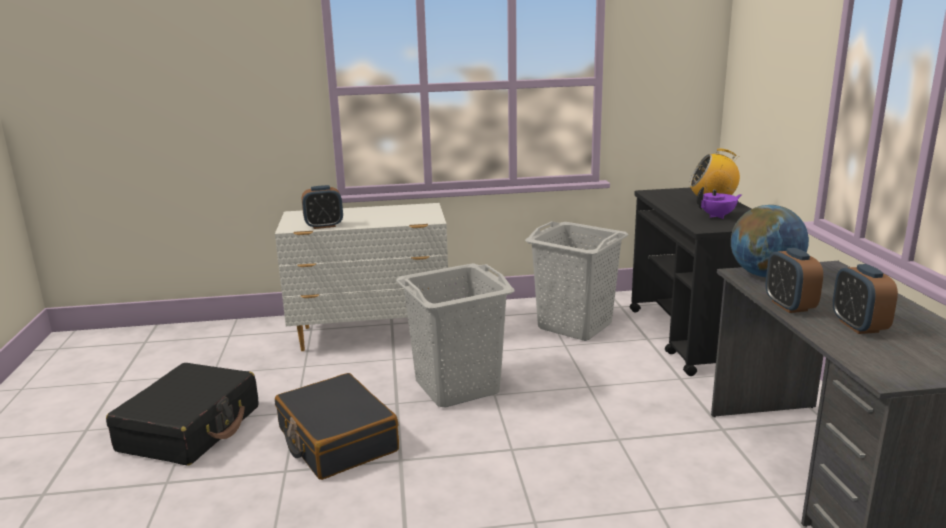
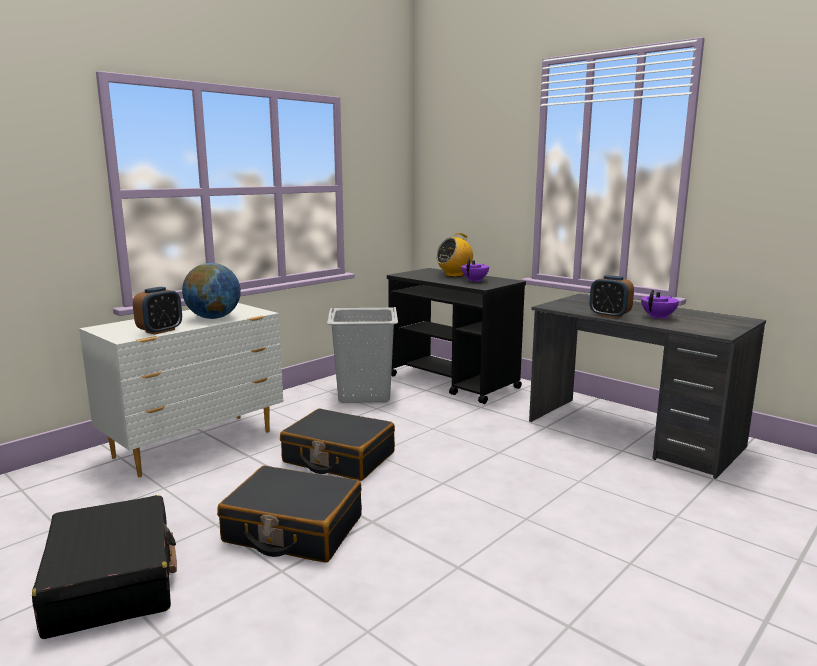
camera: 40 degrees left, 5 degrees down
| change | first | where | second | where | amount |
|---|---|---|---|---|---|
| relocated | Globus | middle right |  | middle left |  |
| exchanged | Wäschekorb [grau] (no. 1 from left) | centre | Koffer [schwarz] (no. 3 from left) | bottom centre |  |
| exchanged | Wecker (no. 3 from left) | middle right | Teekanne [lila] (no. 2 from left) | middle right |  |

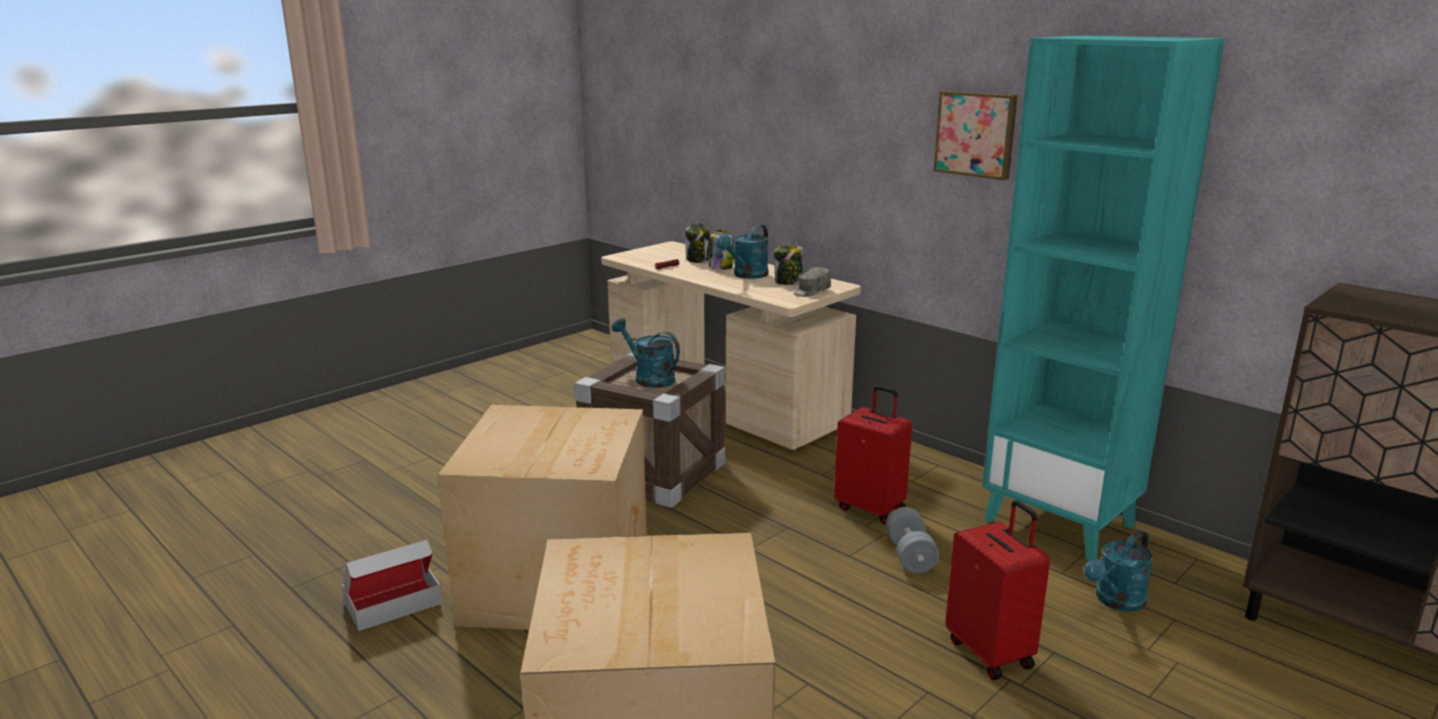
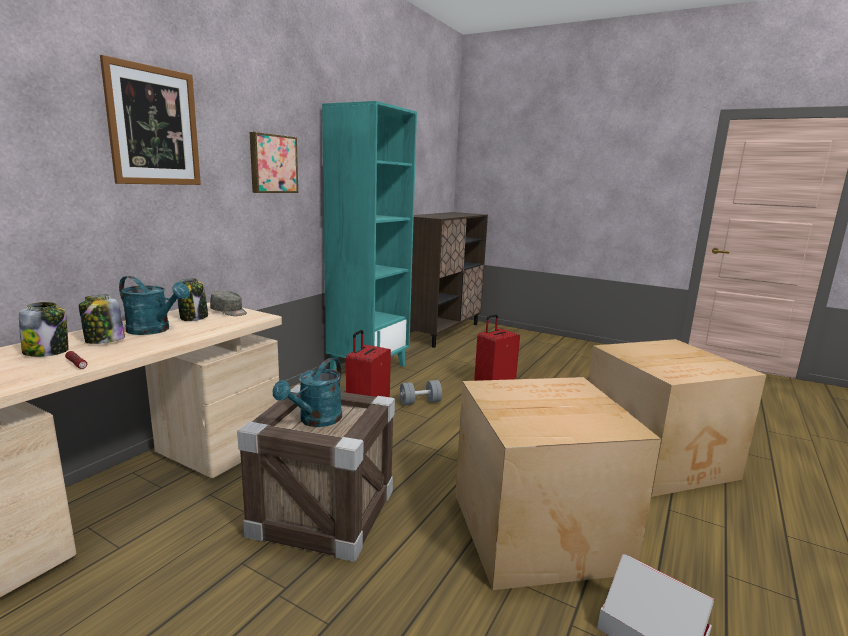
camera: 105 degrees left, 5 degrees down
| change | first | where | second | where | amount |
|---|---|---|---|---|---|
| missing | Gießkanne [türkis] (no. 3 from left) | bottom right |  |  |  |
| appeared |  |  | Bild (no. 1 from left) | top left |  |

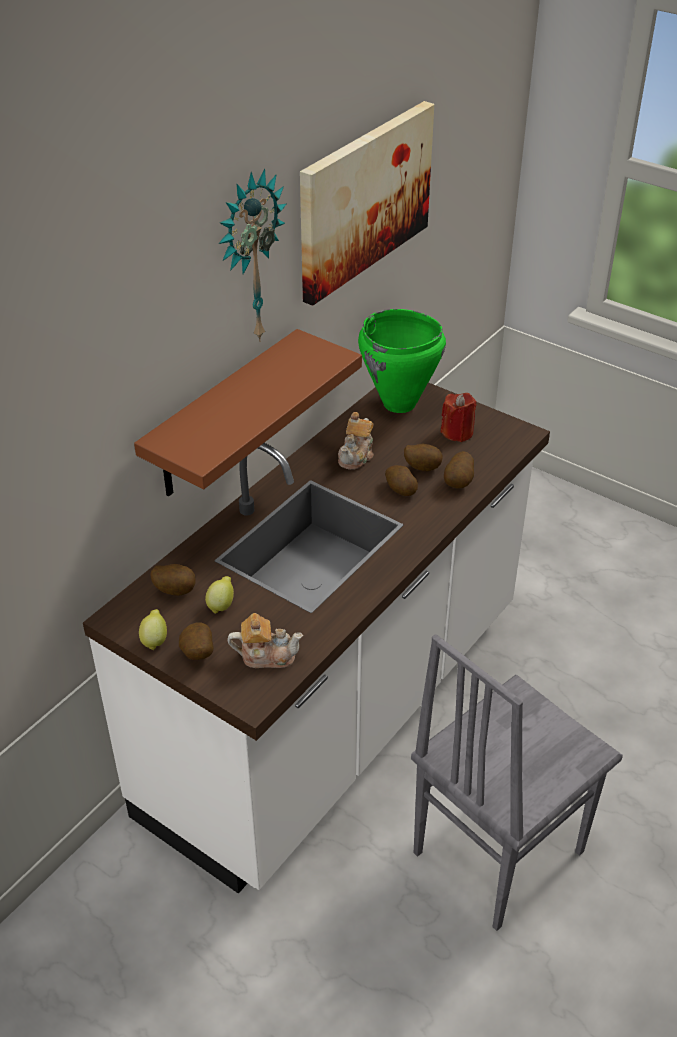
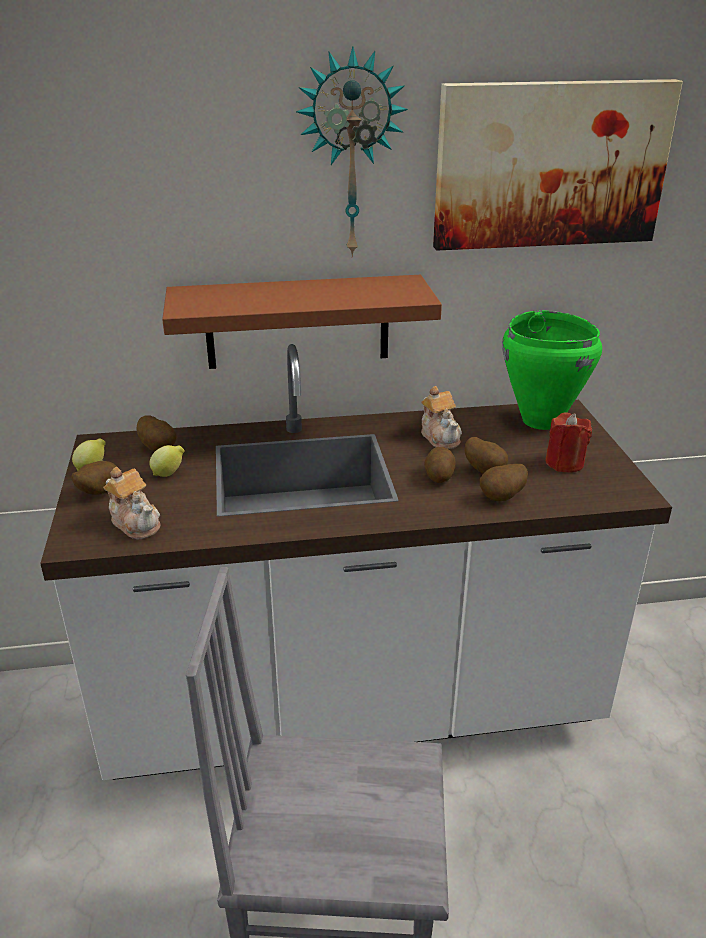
camera: 45 degrees right, 10 degrees down
| change | first | where | second | where | amount |
|---|---|---|---|---|---|
| spun | Teekanne (no. 2 from left) | centre |  | centre | 90 degrees counterclockwise |

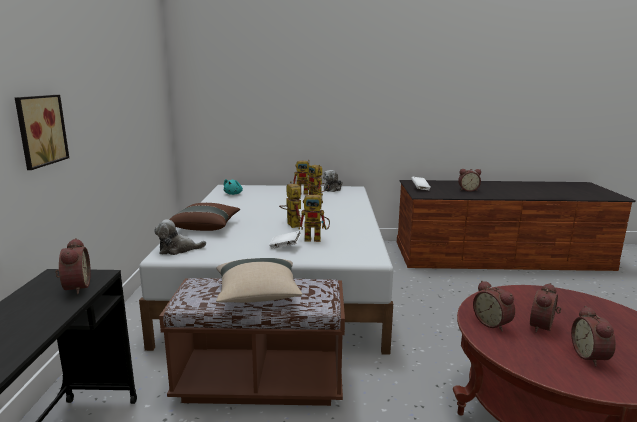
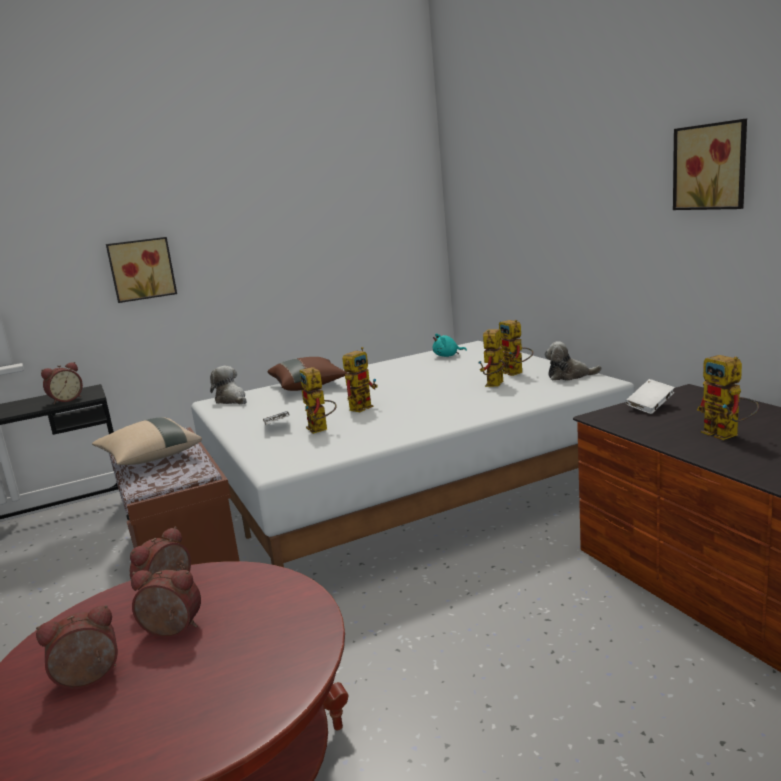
camera: 65 degrees right, 0 degrees up
| change | first | where | second | where | amount |
|---|---|---|---|---|---|
| appeared |  |  | Bild (no. 2 from left) | top right |  |
| exchanged | Wecker (no. 2 from left) | middle right | Spielzeugroboter (no. 5 from left) | middle right |  |

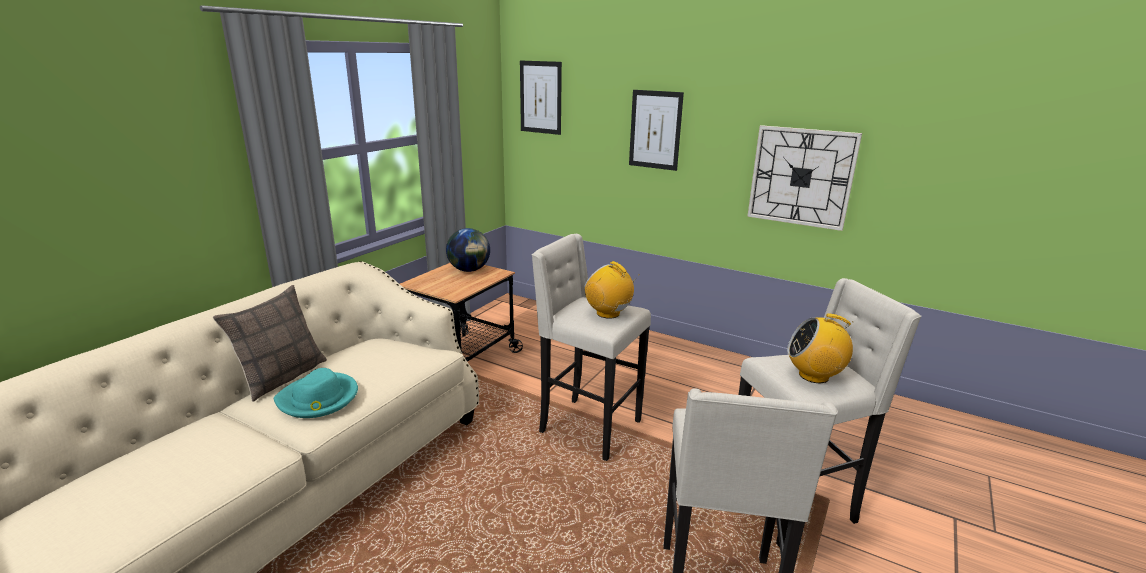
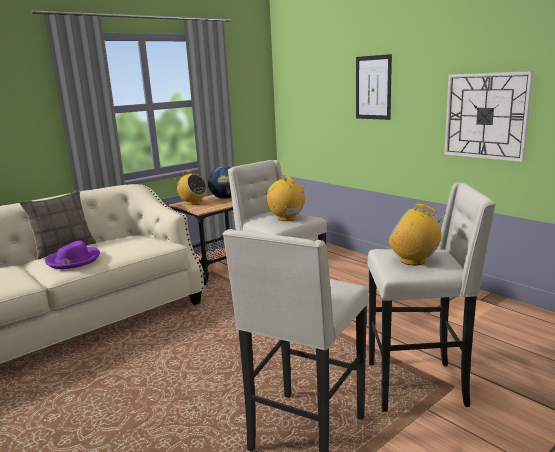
camera: 20 degrees right, 5 degrees down
| change | first | where | second | where | amount |
|---|---|---|---|---|---|
| missing | Bild (no. 1 from left) | top centre |  |  |  |
| appeared |  |  | Radio (no. 1 from left) | centre |  |
| colour | Hut [türkis] | bottom left | Hut [lila] | middle left |  |

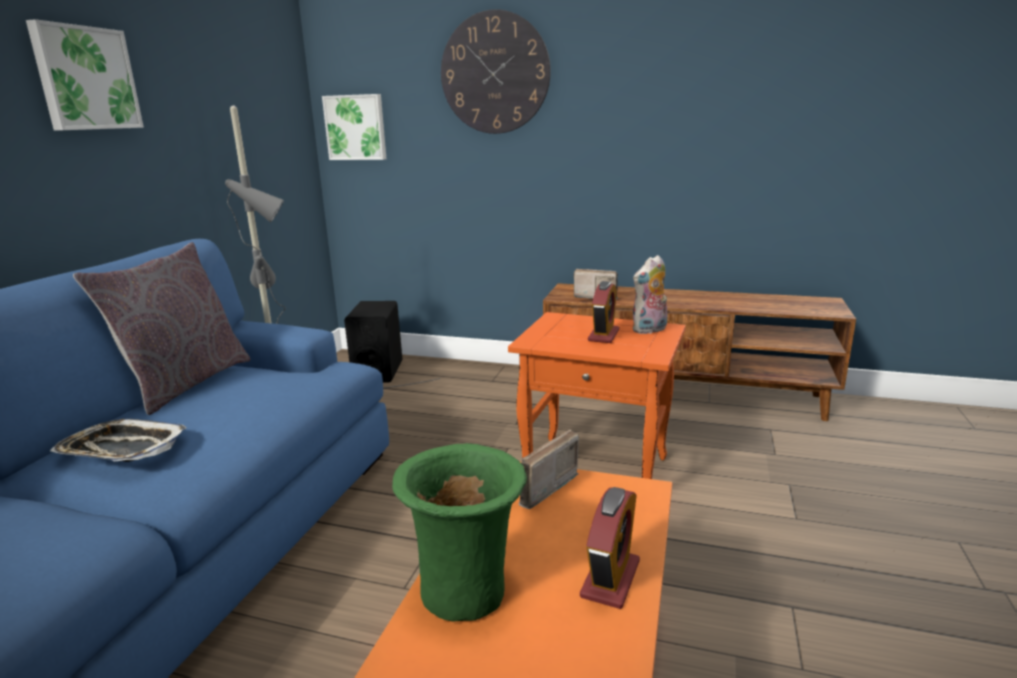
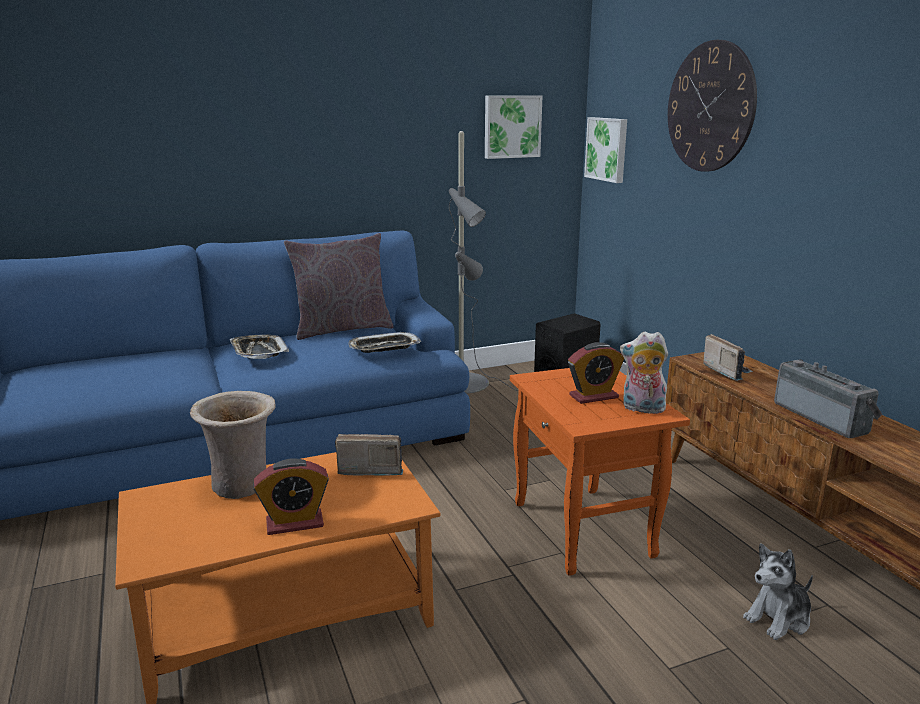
camera: 50 degrees right, 0 degrees up
| change | first | where | second | where | amount |
|---|---|---|---|---|---|
| appeared |  |  | Tablett (no. 2 from left) | centre |  |
| appeared |  |  | Plüschtier (no. 2 from left) | bottom right |  |
| appeared |  |  | Radio (no. 3 from left) | middle right |  |
| relocated | Bild (no. 1 from left) | top left |  | top centre |  |
| colour | Vase [grün] | bottom centre | Vase [beige] | middle left |  |

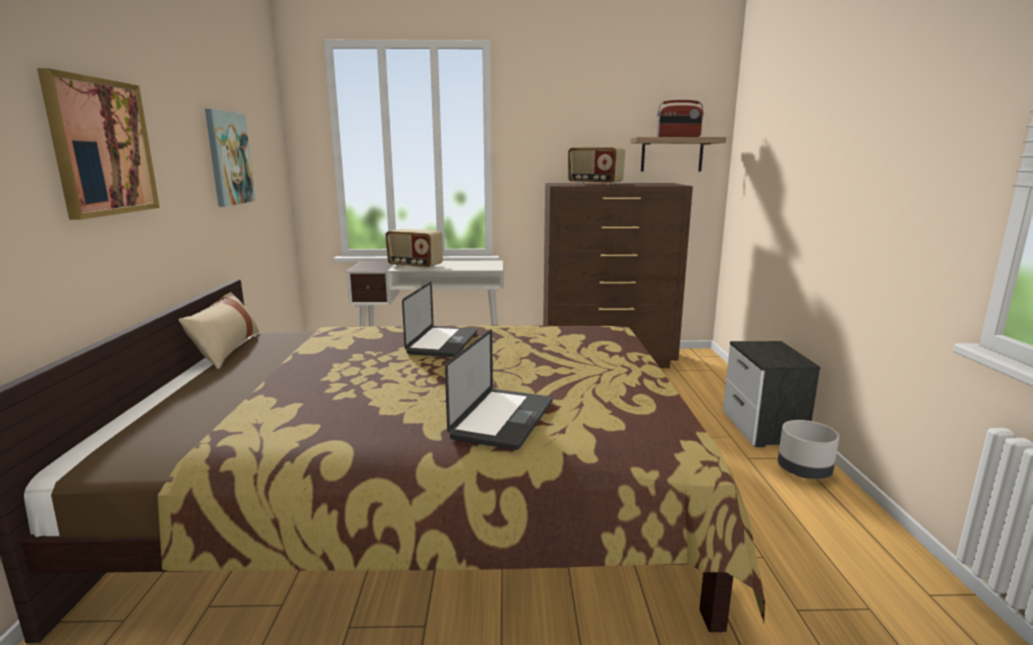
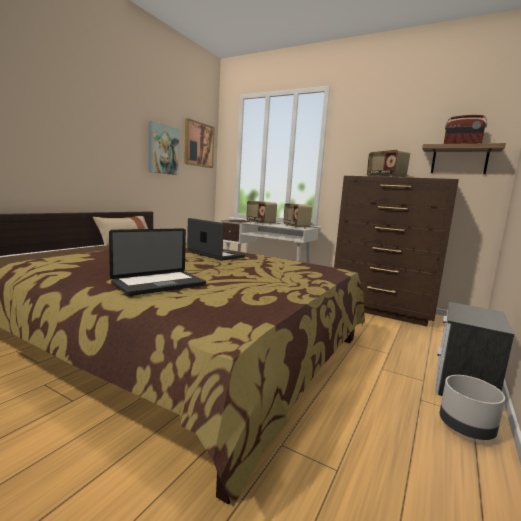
camera: 30 degrees right, 5 degrees down
| change | first | where | second | where | amount |
|---|---|---|---|---|---|
| appeared |  |  | Radio (no. 2 from left) | centre |  |
| relocated | Bild (no. 1 from left in the first image) | top left | Bild (no. 2 from left) | top centre |  |
| spun | Laptop (no. 1 from left in the first image) | centre | Laptop (no. 2 from left) | centre | 90 degrees counterclockwise |

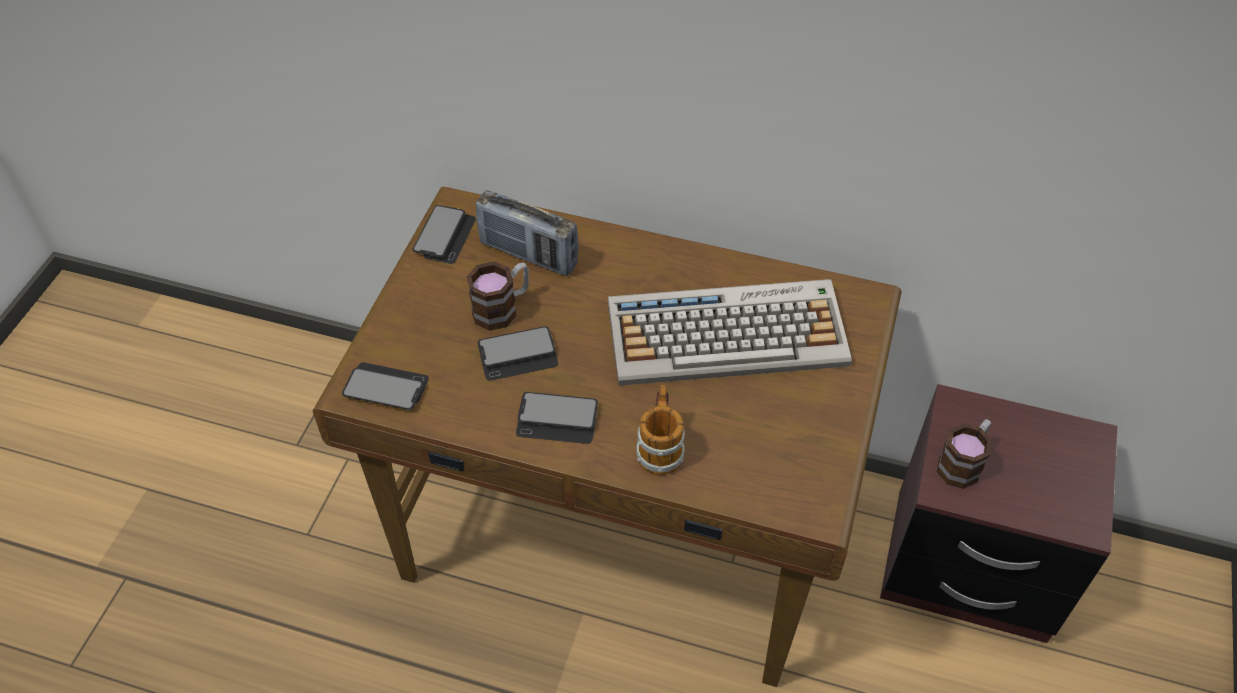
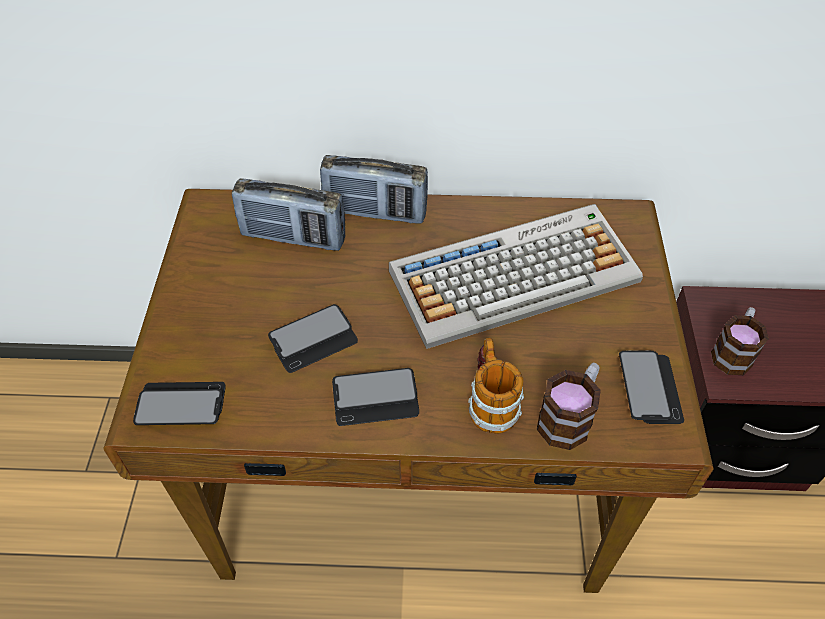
camera: 15 degrees left, 0 degrees up
| change | first | where | second | where | amount |
|---|---|---|---|---|---|
| appeared |  |  | Radio (no. 2 from left) | top centre |  |
| relocated | Handy (no. 2 from left in the first image) | centre | Handy (no. 4 from left) | middle right |  |
| relocated | Henkelbecher (no. 1 from left in the first image) | centre | Henkelbecher (no. 2 from left) | middle right |  |

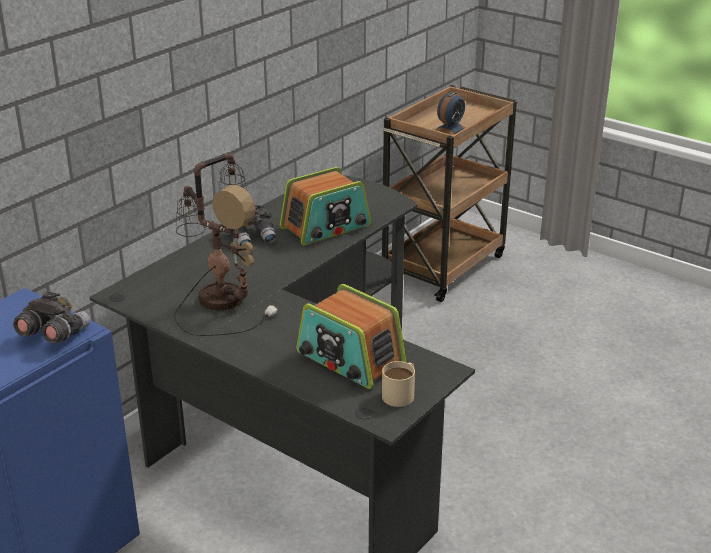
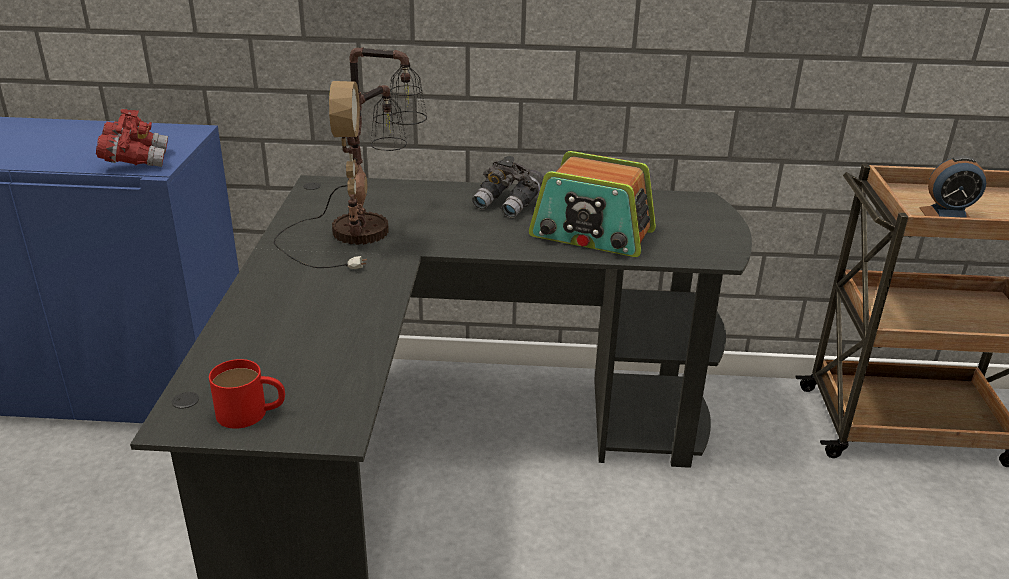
camera: 55 degrees right, 0 degrees up
| change | first | where | second | where | amount |
|---|---|---|---|---|---|
| missing | Radio (no. 2 from left) | centre |  |  |  |
| colour | Fernglas [grau] (no. 1 from left) | middle left | Fernglas [rot] | top left |  |
| colour | Henkelbecher [beige] | bottom centre | Henkelbecher [rot] | bottom left |  |

